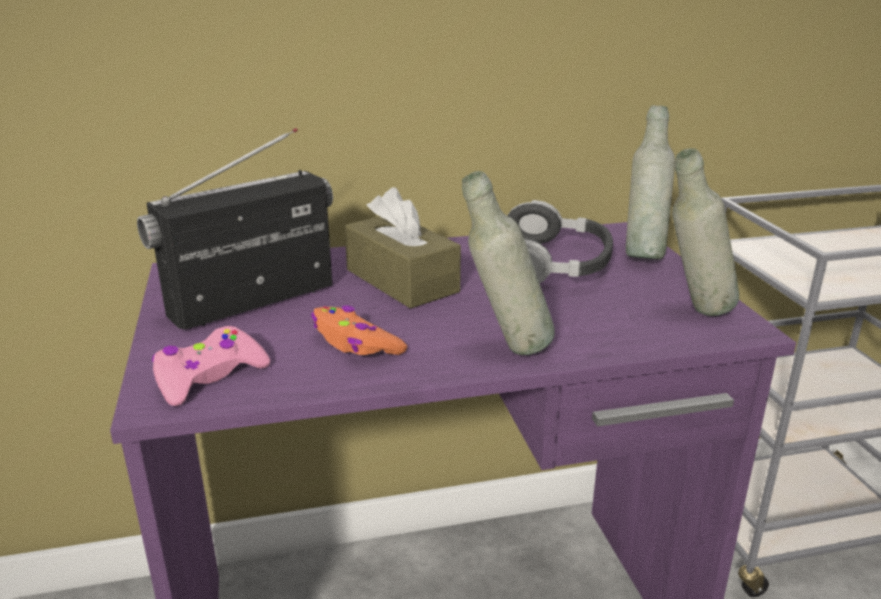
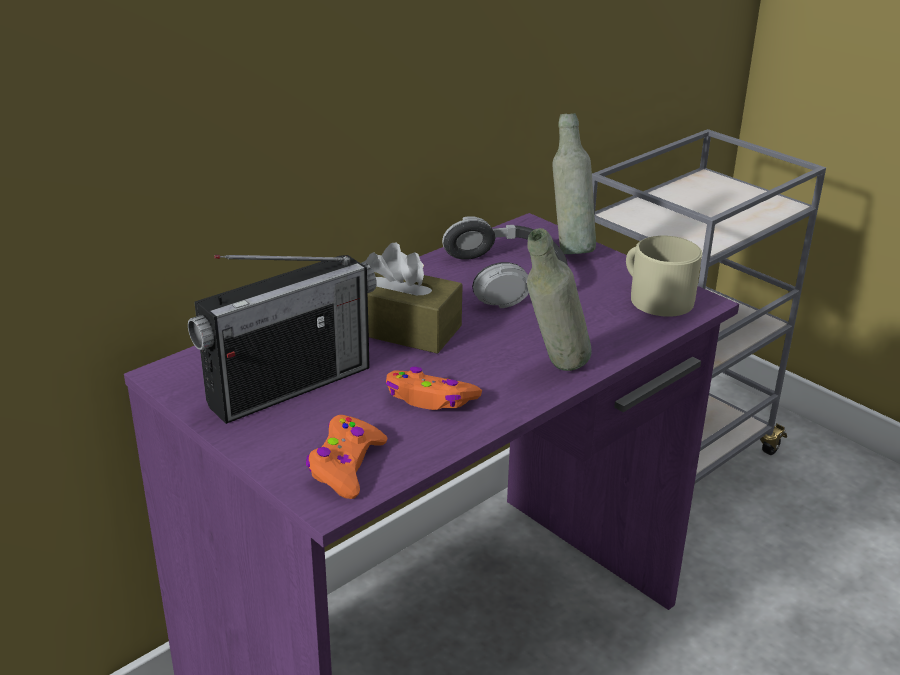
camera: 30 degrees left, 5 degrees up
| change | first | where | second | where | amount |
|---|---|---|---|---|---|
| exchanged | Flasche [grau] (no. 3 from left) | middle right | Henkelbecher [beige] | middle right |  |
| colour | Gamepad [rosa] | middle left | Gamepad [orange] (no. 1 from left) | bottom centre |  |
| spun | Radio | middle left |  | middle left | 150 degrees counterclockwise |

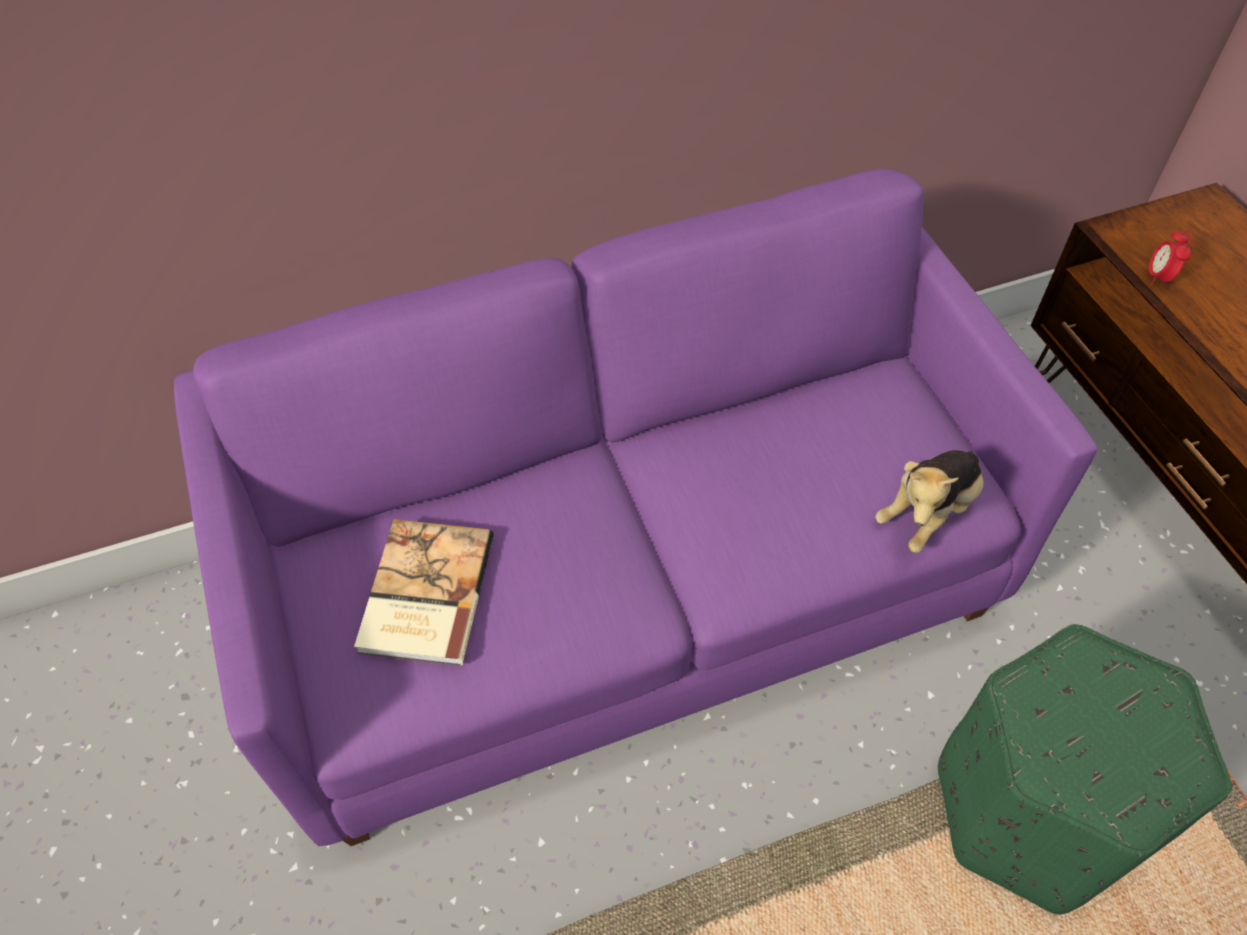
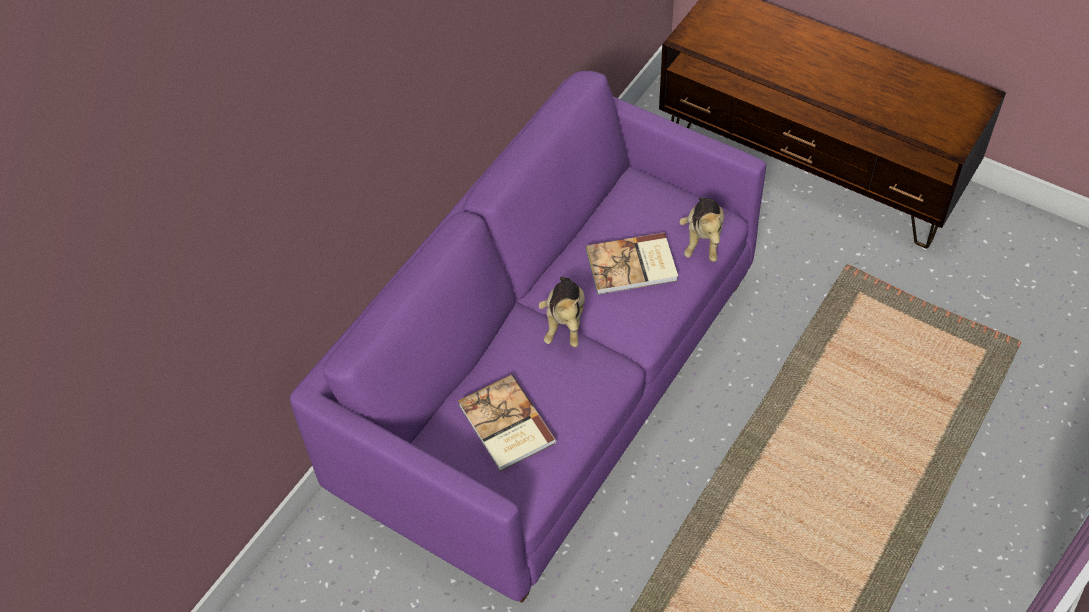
camera: 35 degrees left, 0 degrees up
| change | first | where | second | where | amount |
|---|---|---|---|---|---|
| missing | Polsterhocker [grün] | bottom right |  |  |  |
| missing | Wecker | top right |  |  |  |
| appeared |  |  | Plüschtier (no. 1 from left) | centre |  |
| appeared |  |  | Buch (no. 2 from left) | centre |  |

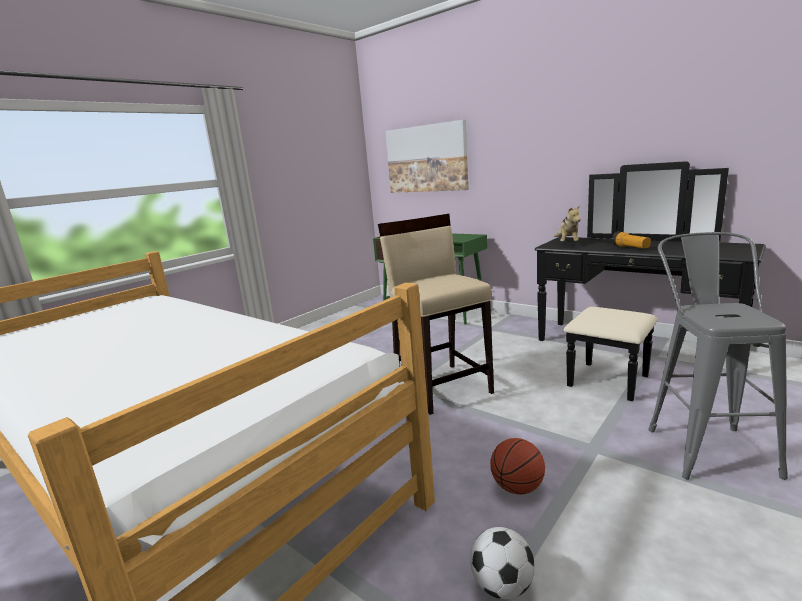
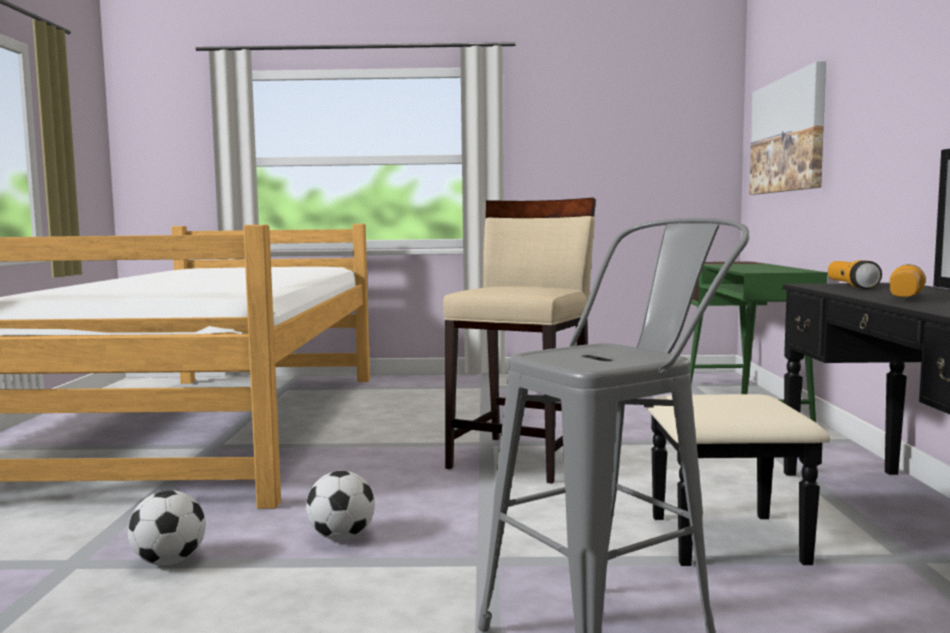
camera: 50 degrees right, 10 degrees down
| change | first | where | second | where | amount |
|---|---|---|---|---|---|
| exchanged | Basketball | bottom centre | Fußball (no. 2 from left) | bottom centre |  |
| exchanged | Plüschtier | middle right | Taschenlampe (no. 1 from left) | middle right |  |

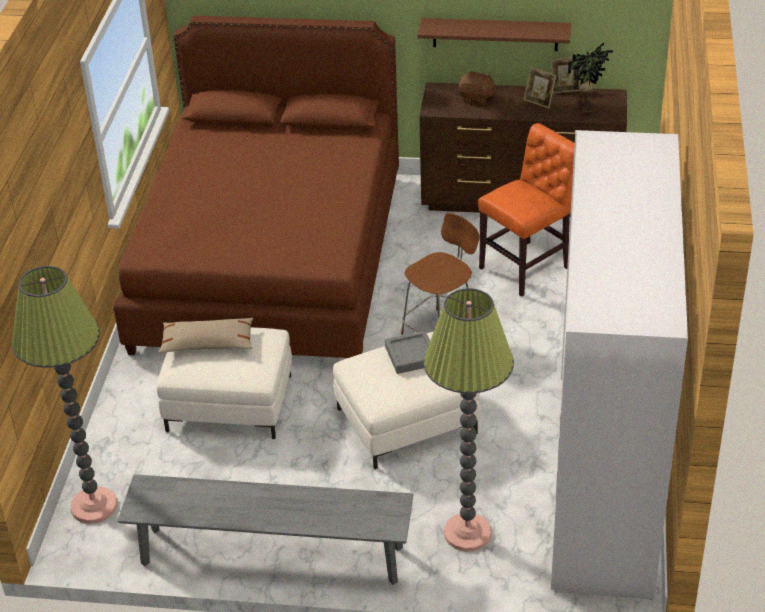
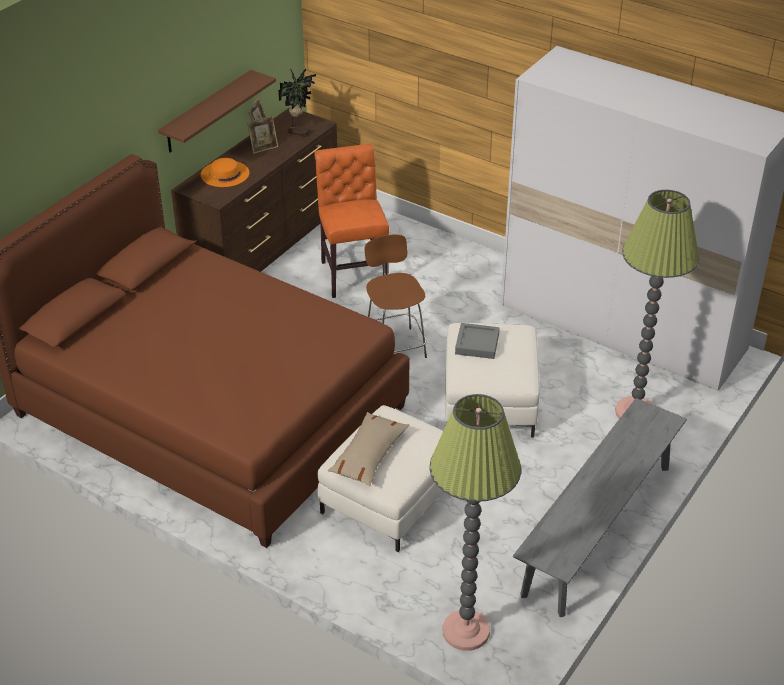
camera: 65 degrees left, 0 degrees up
| change | first | where | second | where | amount |
|---|---|---|---|---|---|
| exchanged | Plüschtier [braun] | top centre | Hut [orange] | top left |  |

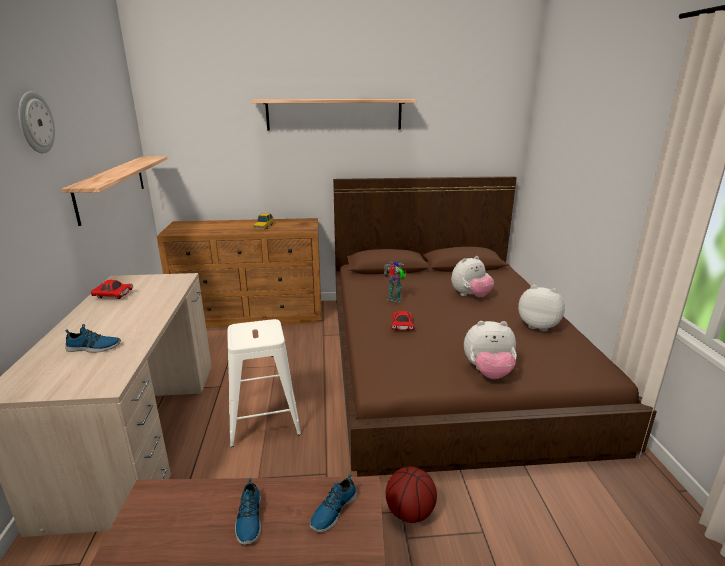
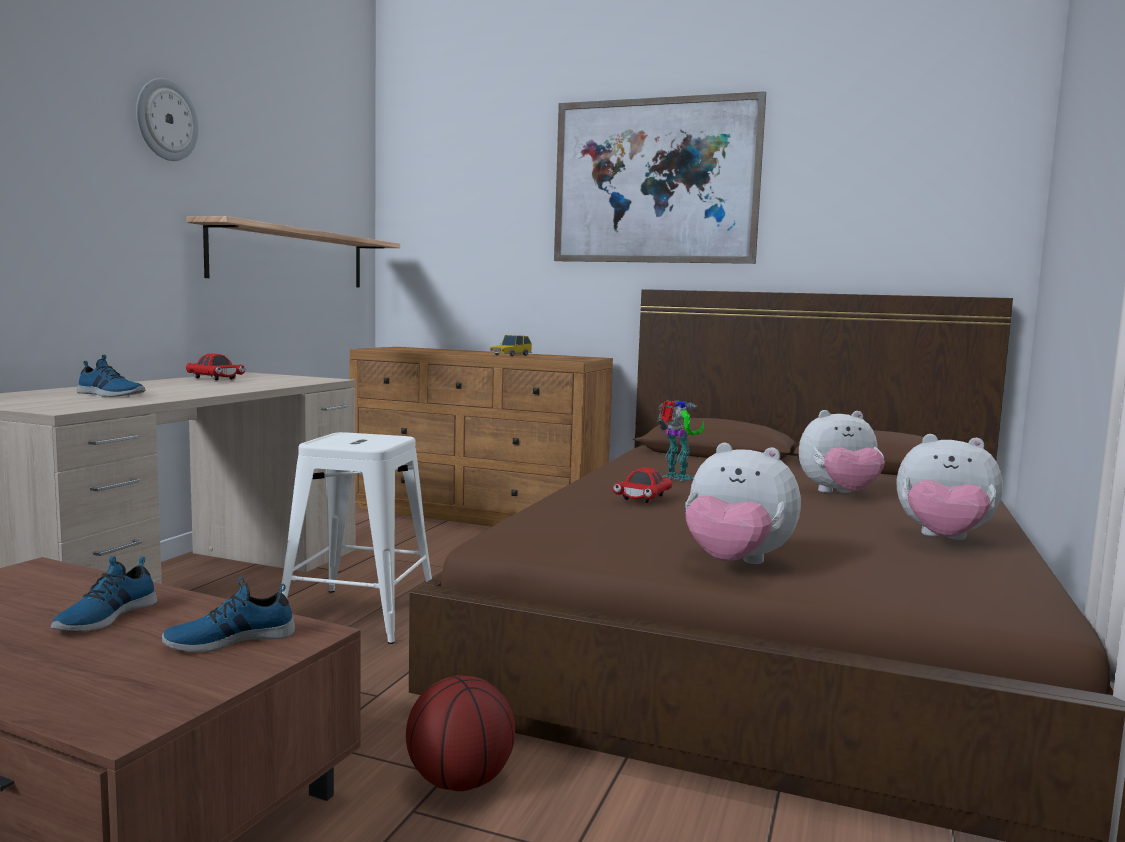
camera: 25 degrees right, 15 degrees down
| change | first | where | second | where | amount |
|---|---|---|---|---|---|
| exchanged | Wandregal (no. 2 from left) | top centre | Bild | top centre |  |
| spun | Plüschtier (no. 3 from left) | middle right |  | middle right | 150 degrees clockwise |

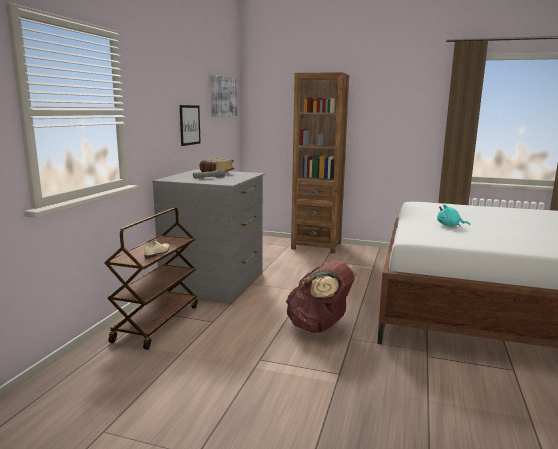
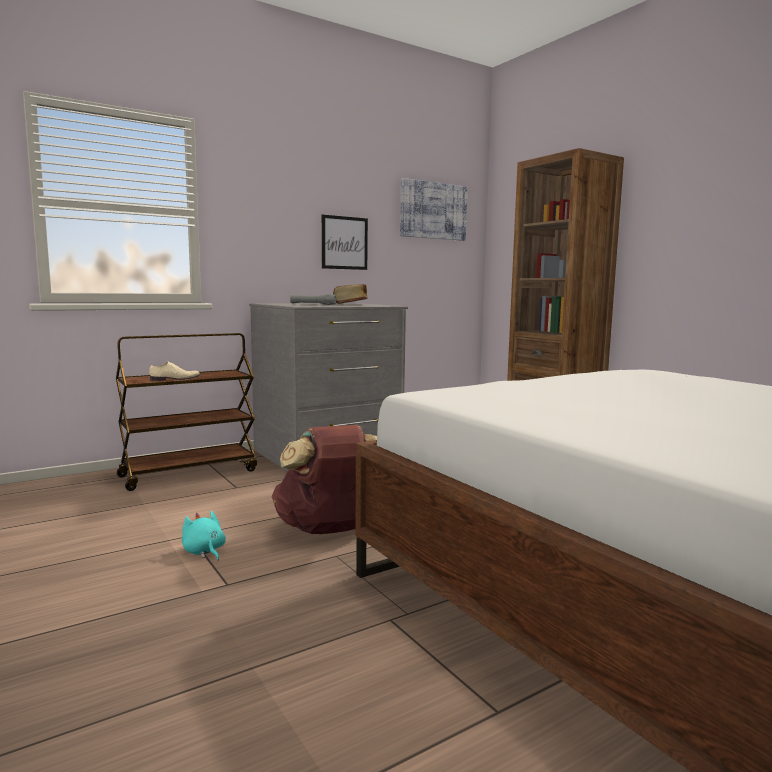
camera: 40 degrees right, 5 degrees down
| change | first | where | second | where | amount |
|---|---|---|---|---|---|
| relocated | Plüschtier [türkis] | middle right |  | bottom left |  |

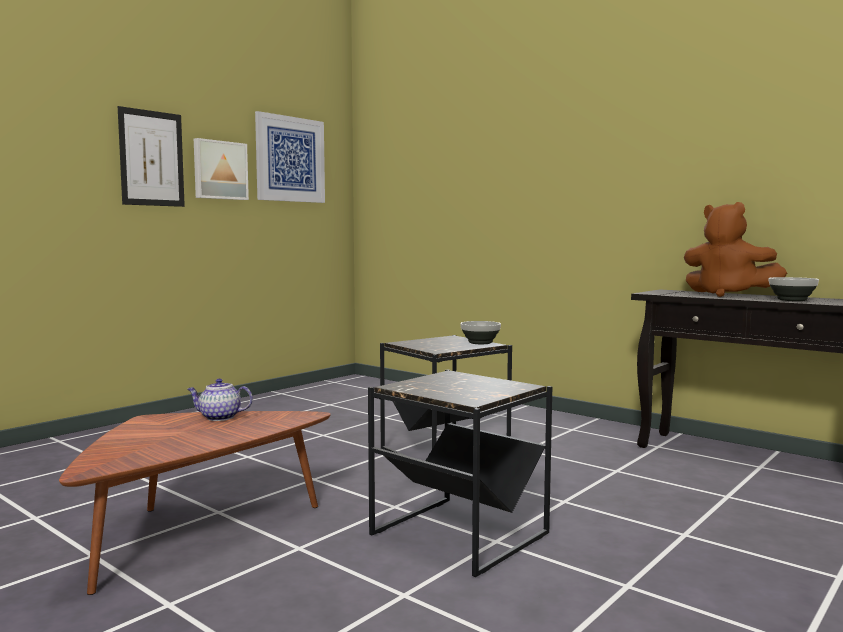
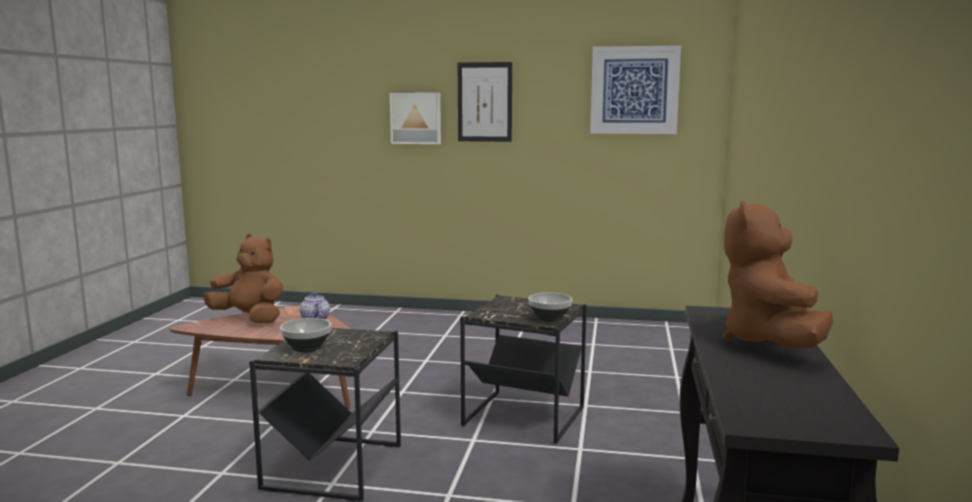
camera: 60 degrees right, 5 degrees up
| change | first | where | second | where | amount |
|---|---|---|---|---|---|
| appeared |  |  | Plüschtier [braun] (no. 1 from left) | middle left |  |
| relocated | Bild (no. 2 from left in the first image) | top left | Bild (no. 1 from left) | top centre |  |
| relocated | Schüssel (no. 2 from left in the first image) | middle right | Schüssel (no. 1 from left) | bottom left |  |

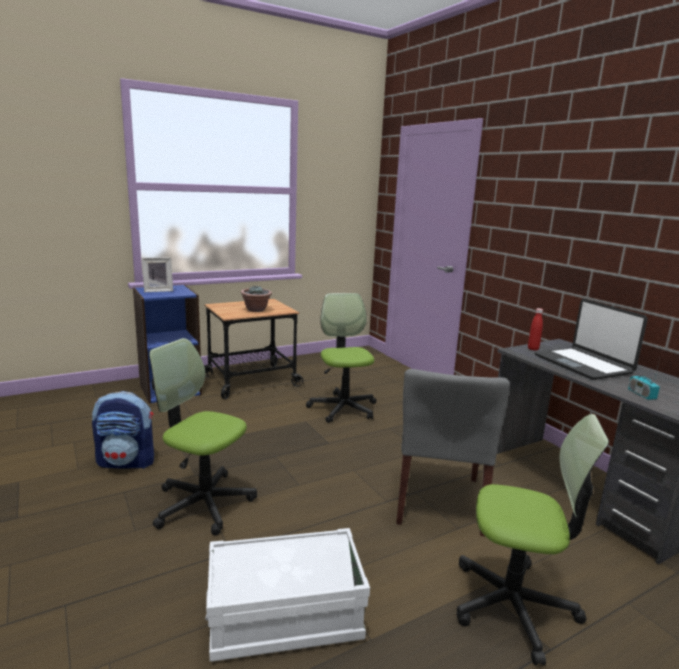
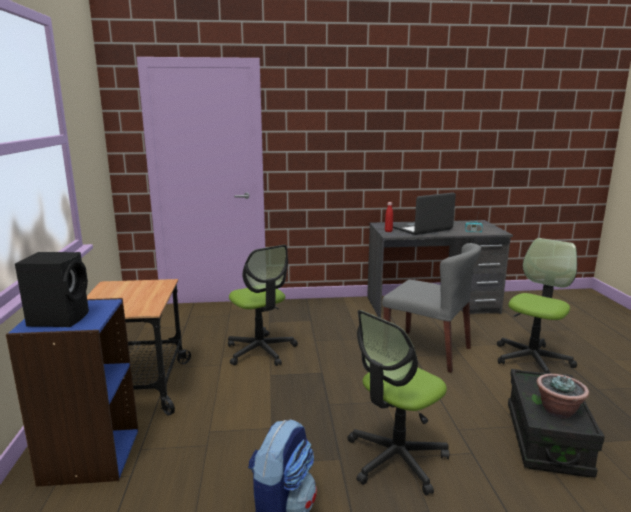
camera: 65 degrees left, 0 degrees up
| change | first | where | second | where | amount |
|---|---|---|---|---|---|
| relocated | Topfpflanze | centre |  | bottom right |  |
| exchanged | Bilderrahmen | middle left | Lautsprecher [schwarz] | middle left |  |
| colour | Aufbewahrungsbox [weiß] | bottom centre | Aufbewahrungsbox [schwarz] | bottom right |  |
| spun | Bürostuhl (no. 2 from left in the first image) | centre | Bürostuhl (no. 1 from left) | centre | 135 degrees counterclockwise |
| spun | Laptop | middle right |  | middle right | 150 degrees clockwise |

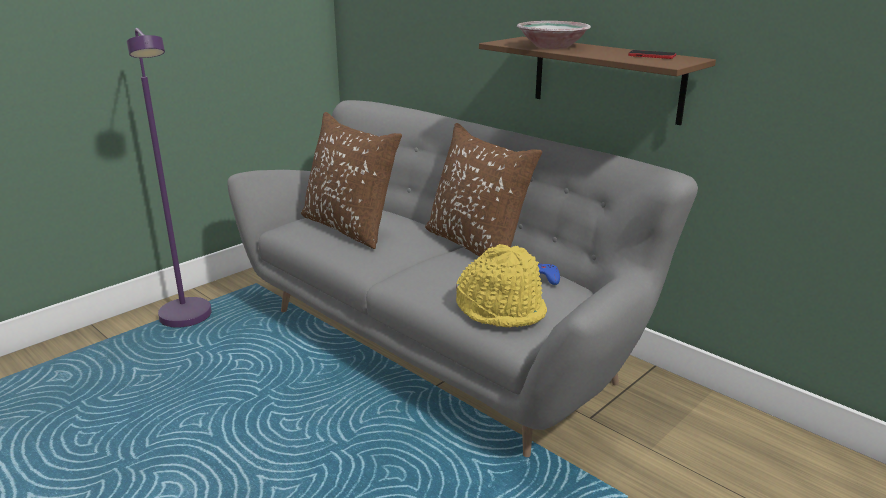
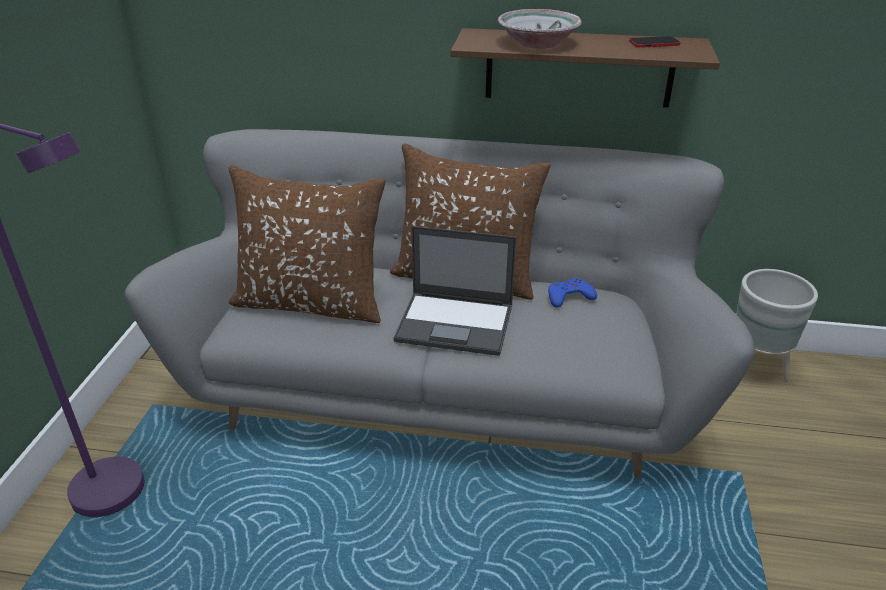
camera: 35 degrees left, 10 degrees up
| change | first | where | second | where | amount |
|---|---|---|---|---|---|
| missing | Hut [gelb] | centre |  |  |  |
| appeared |  |  | Laptop | centre |  |
| appeared |  |  | Pflanzkübel [grau] | middle right |  |

